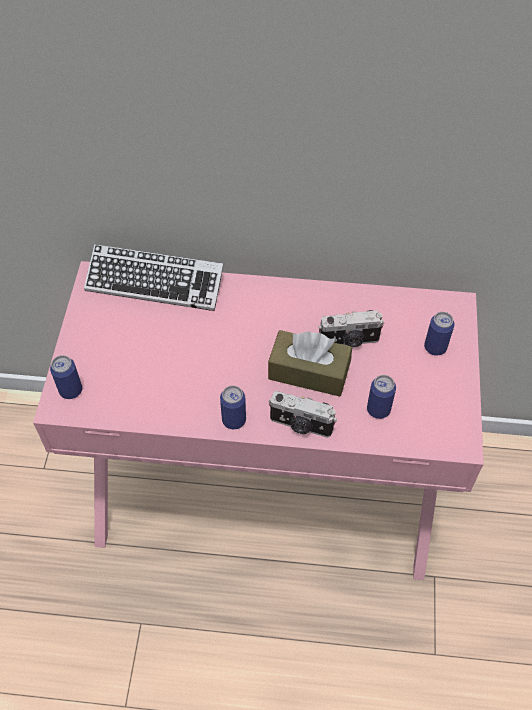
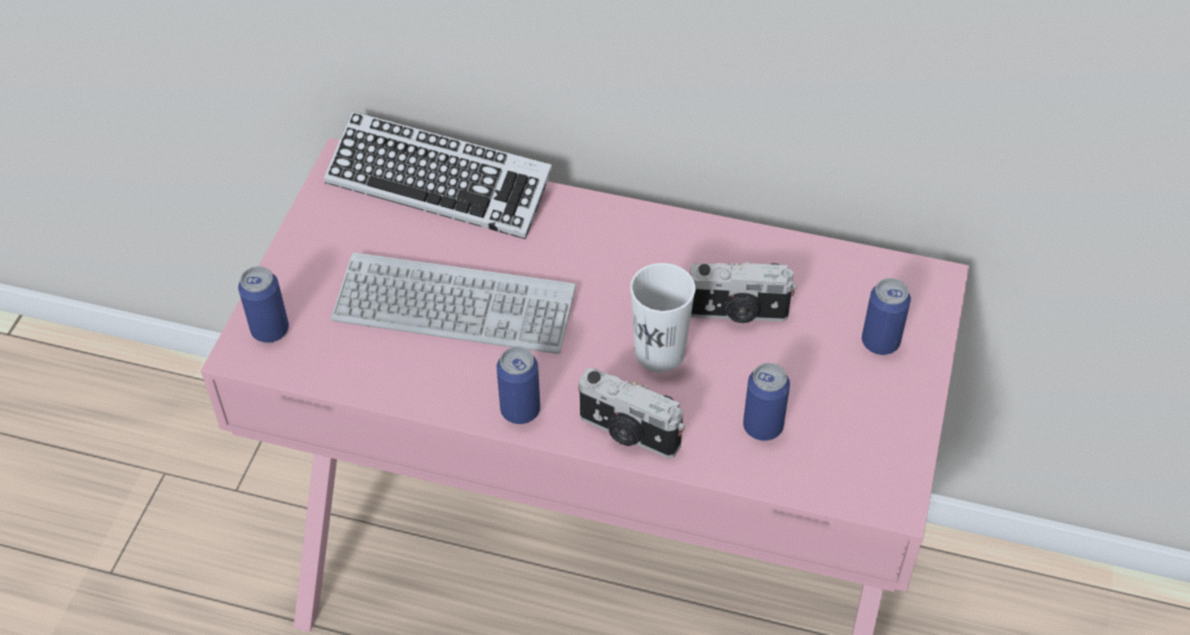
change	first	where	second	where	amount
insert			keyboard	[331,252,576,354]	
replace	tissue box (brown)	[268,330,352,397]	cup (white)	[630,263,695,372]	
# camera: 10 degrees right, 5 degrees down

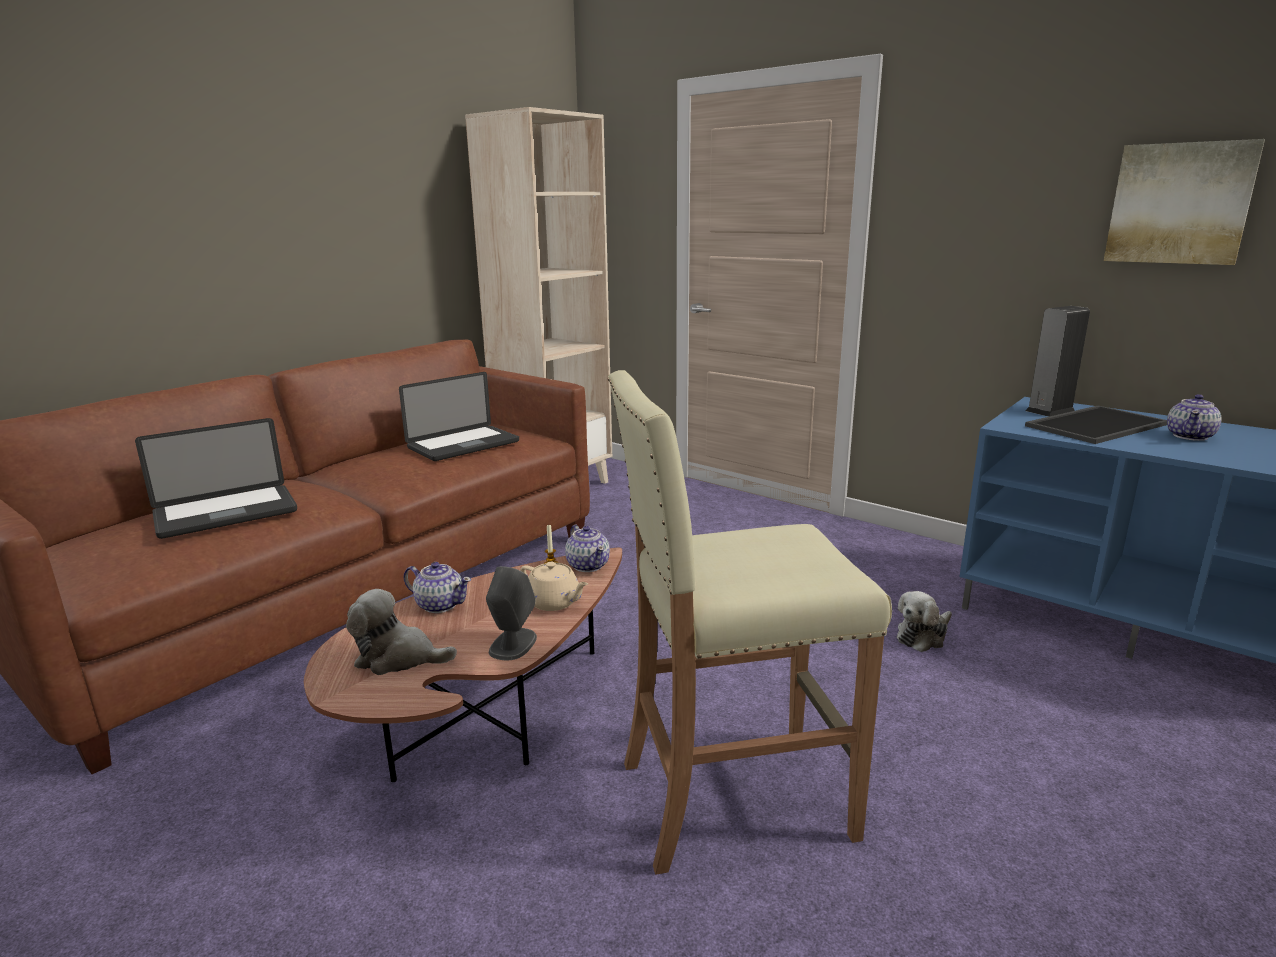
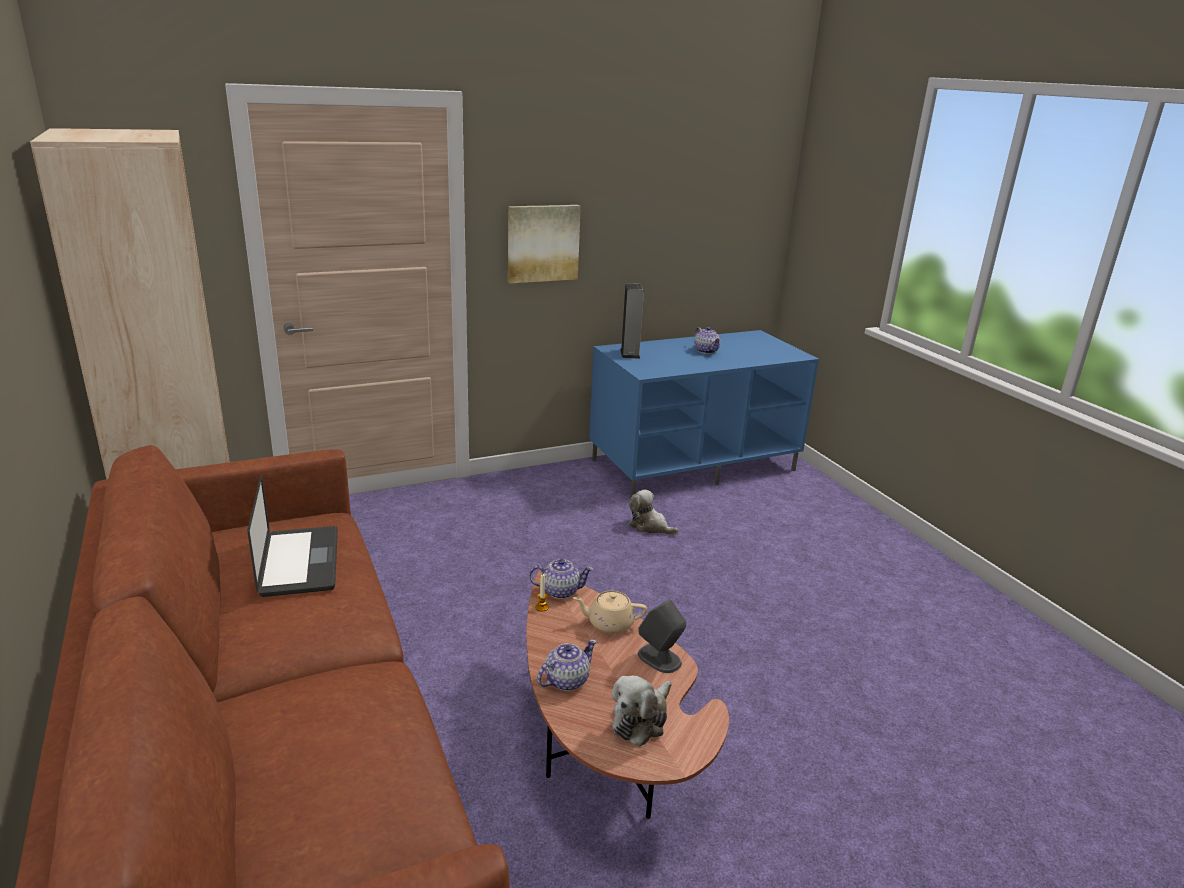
change	first	where	second	where	amount
move	picture	[1104,139,1265,265]		[508,205,581,283]	
rotate	teapot (beige)	[520,562,588,611]		[573,591,647,634]	150 degrees counterclockwise
rotate	plush toy	[897,591,952,652]		[628,490,679,535]	135 degrees clockwise
delete	laptop	[135,418,297,539]			
delete	stool (beige)	[608,370,892,875]			
delete	tray	[1025,406,1167,444]			
# camera: 65 degrees left, 5 degrees up

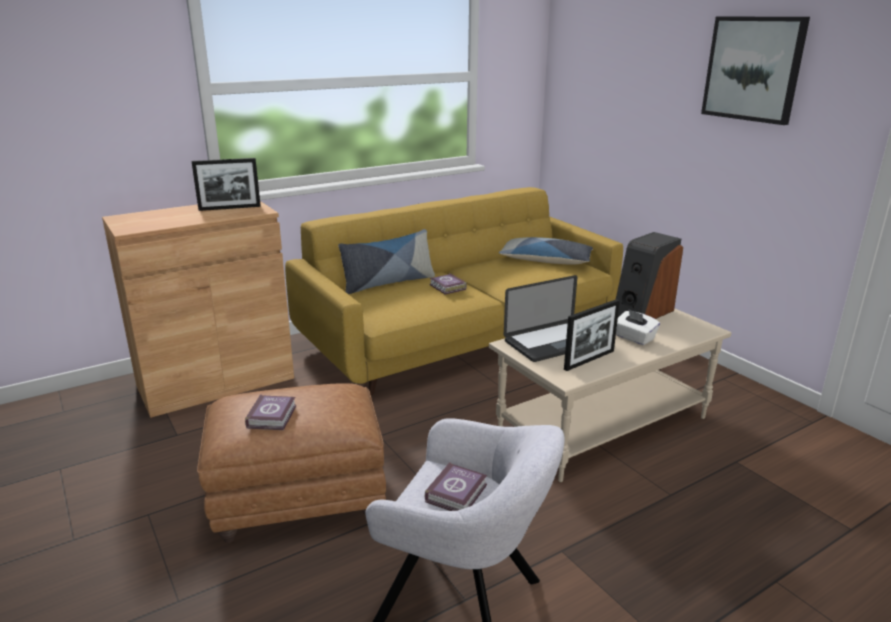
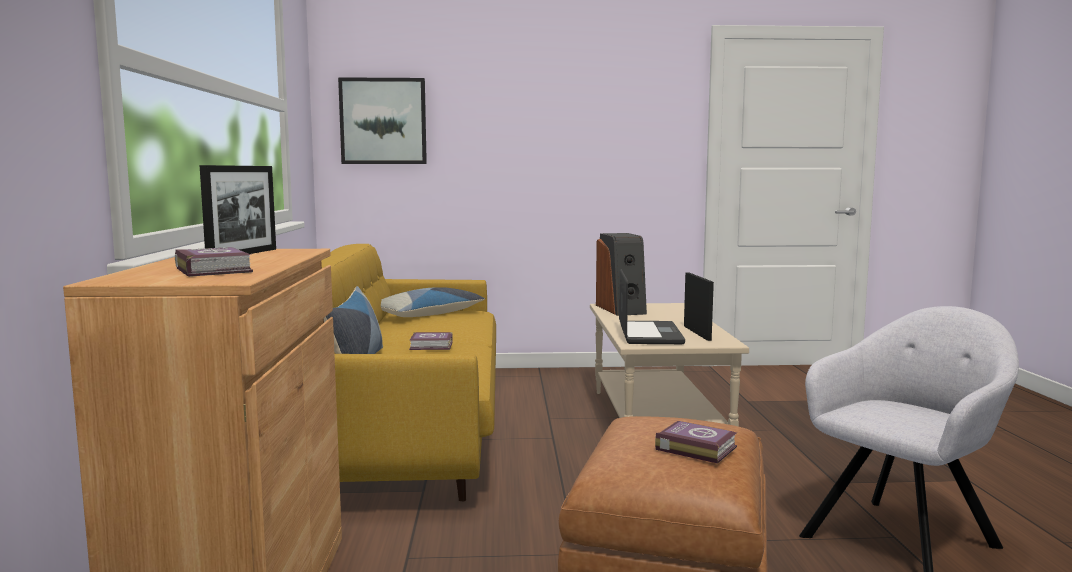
change	first	where	second	where	amount
move	book	[425,462,487,511]		[175,247,253,277]	
move	picture	[701,17,810,125]		[338,77,427,164]	
delete	tissue box (white)	[616,309,660,345]			
# camera: 60 degrees left, 15 degrees down

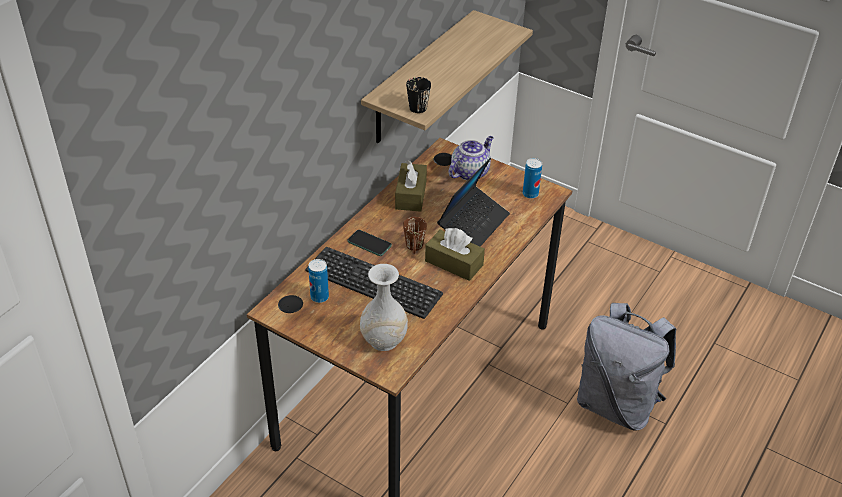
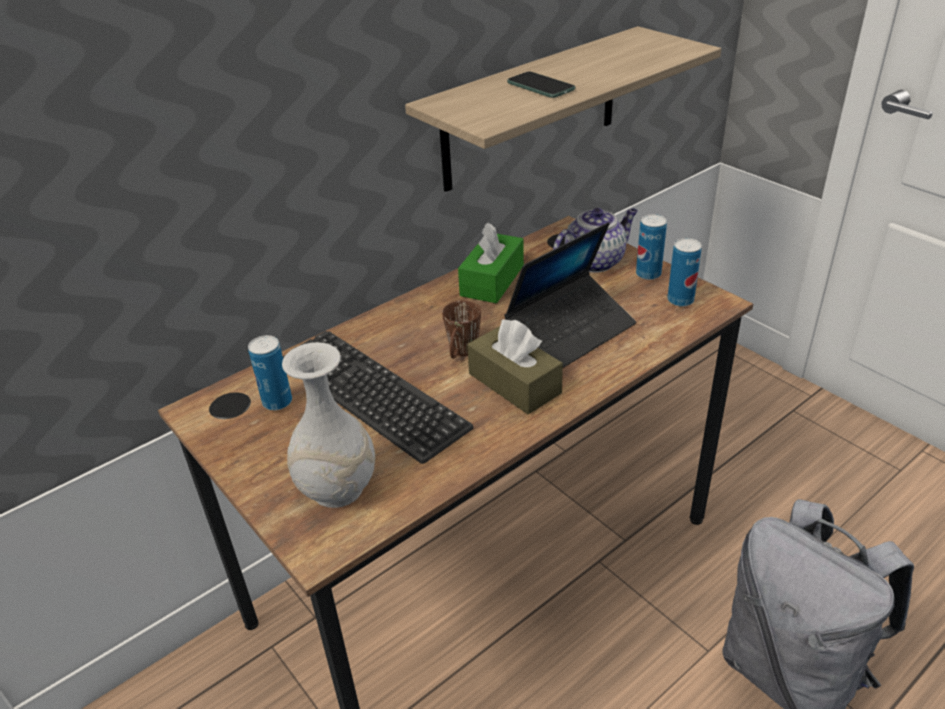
change	first	where	second	where	amount
recolor	tissue box (brown)	[395,160,427,212]	tissue box (green)	[458,223,524,304]	
move	phone	[347,230,392,256]		[507,71,575,98]	
insert			can	[636,214,667,280]	
delete	mug (black)	[406,77,431,113]			
# camera: 20 degrees right, 5 degrees down

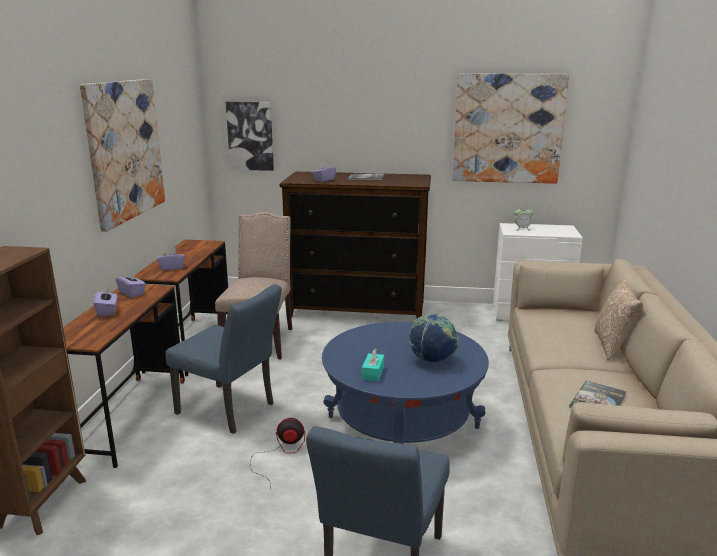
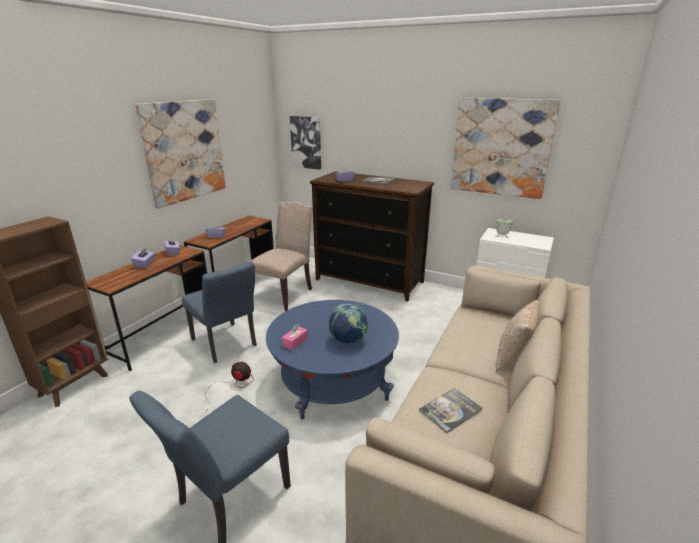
change	first	where	second	where	amount
recolor	tissue box (turquoise)	[362,349,384,381]	tissue box (pink)	[282,324,308,350]	
# camera: 20 degrees right, 5 degrees up

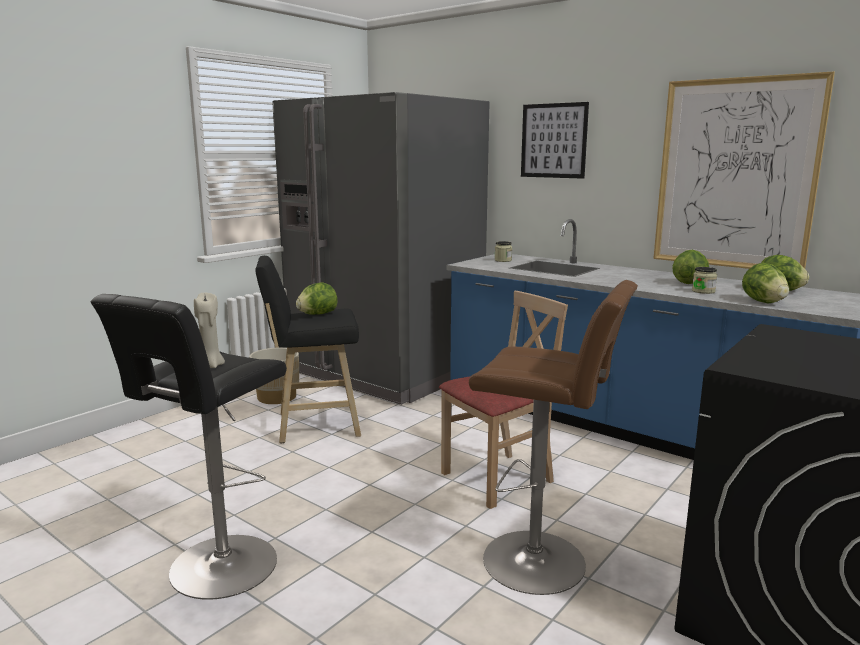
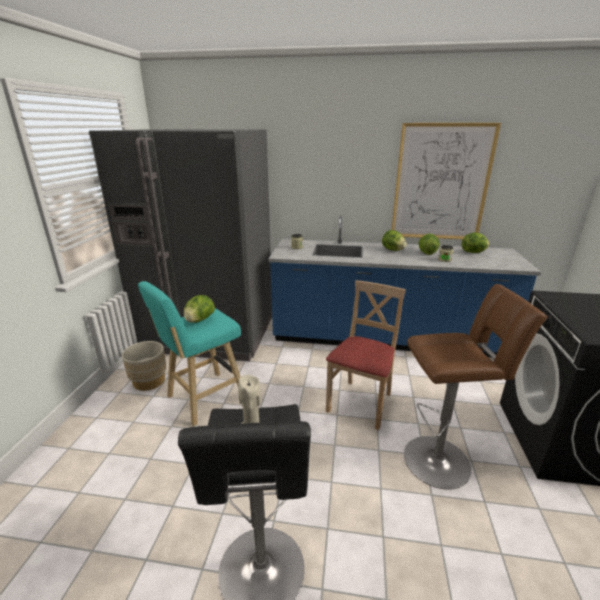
change	first	where	second	where	amount
recolor	stool (black)	[255,256,361,443]	stool (turquoise)	[138,281,241,427]	
move	lettuce	[742,263,789,303]		[382,230,407,251]	
delete	picture	[521,102,589,179]			
# camera: 30 degrees left, 10 degrees up

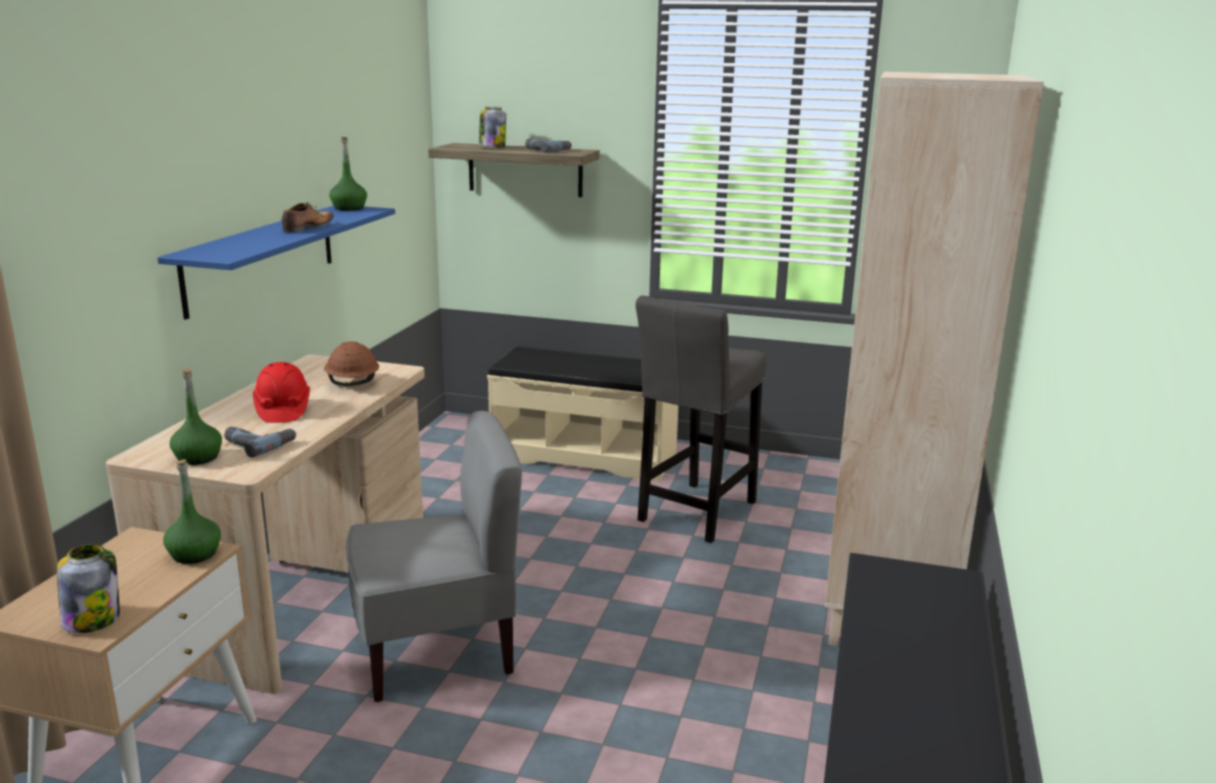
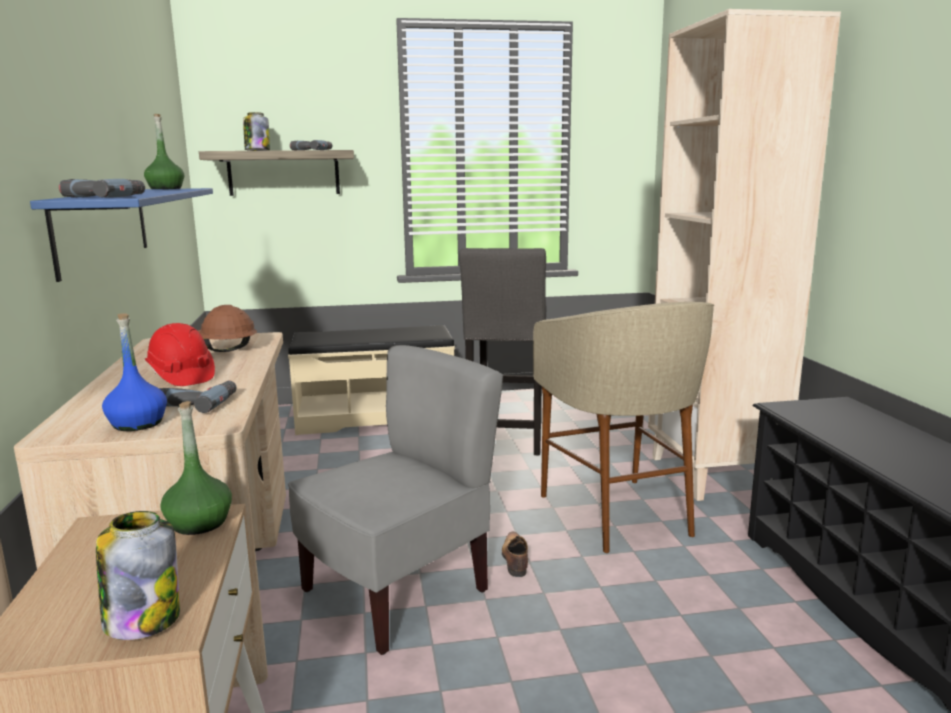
change	first	where	second	where	amount
insert			power drill	[59,179,145,198]	
recolor	bottle (green)	[170,368,222,465]	bottle (blue)	[102,313,167,431]	
move	shoe	[281,202,334,233]		[502,532,528,577]	
insert			stool (beige)	[533,302,714,553]	
# camera: 25 degrees left, 5 degrees down

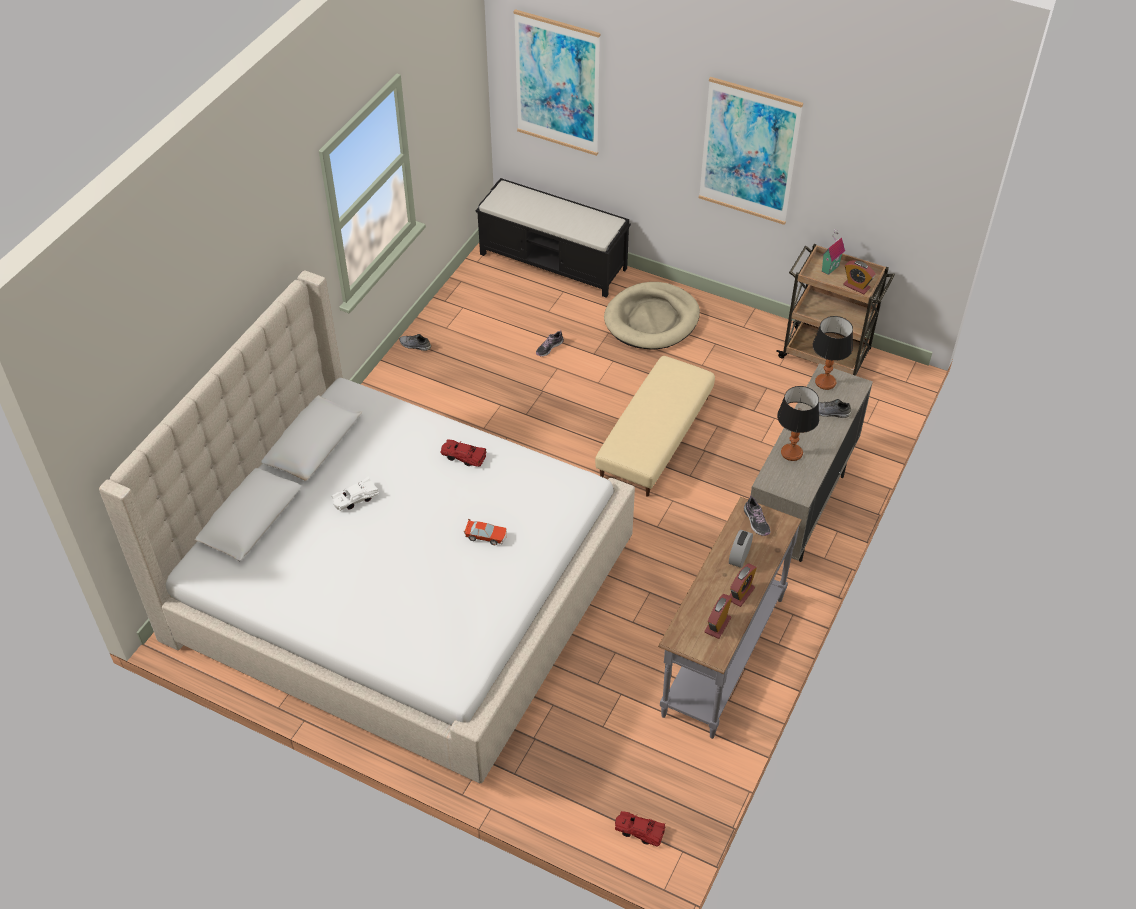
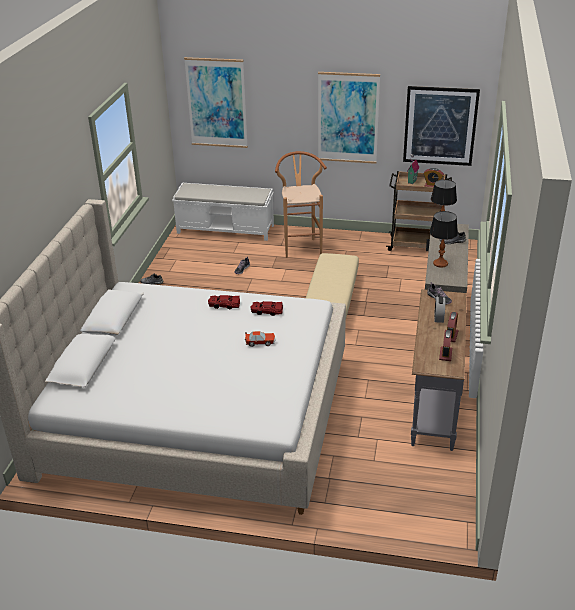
change	first	where	second	where	amount
recolor	bench (black)	[476,178,631,297]	bench (white)	[172,182,274,241]	
move	toy car (red)	[615,811,665,847]		[251,301,283,316]	
replace	dog bed (beige)	[604,282,700,350]	stool (brown)	[275,151,327,258]	
insert			picture	[403,86,480,166]	
delete	toy car (white)	[332,477,379,511]			
# camera: 15 degrees left, 15 degrees down

